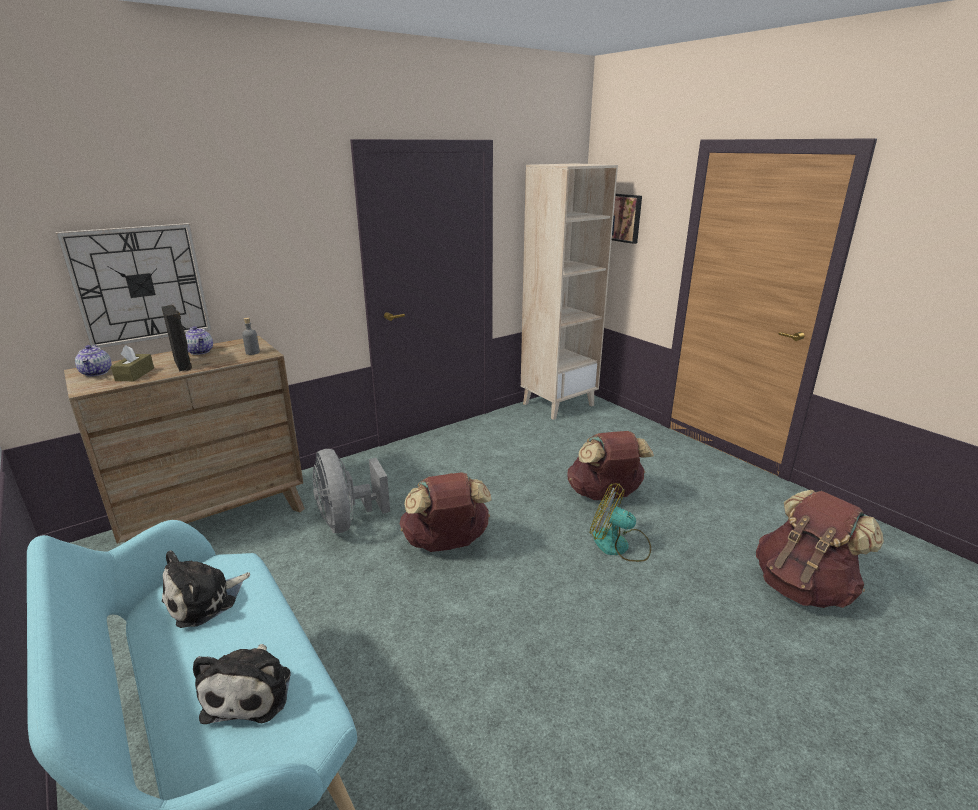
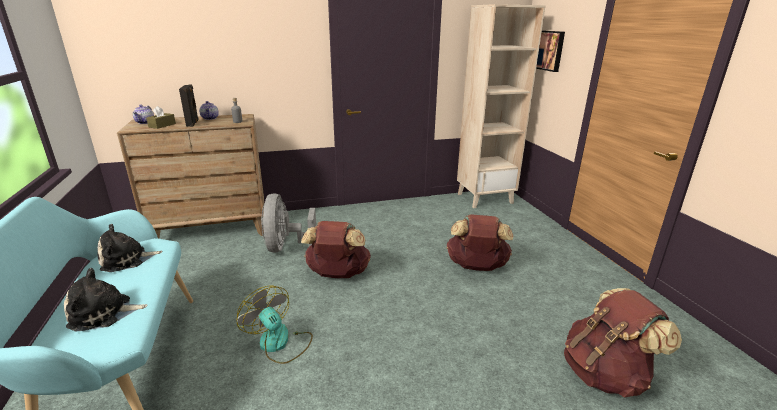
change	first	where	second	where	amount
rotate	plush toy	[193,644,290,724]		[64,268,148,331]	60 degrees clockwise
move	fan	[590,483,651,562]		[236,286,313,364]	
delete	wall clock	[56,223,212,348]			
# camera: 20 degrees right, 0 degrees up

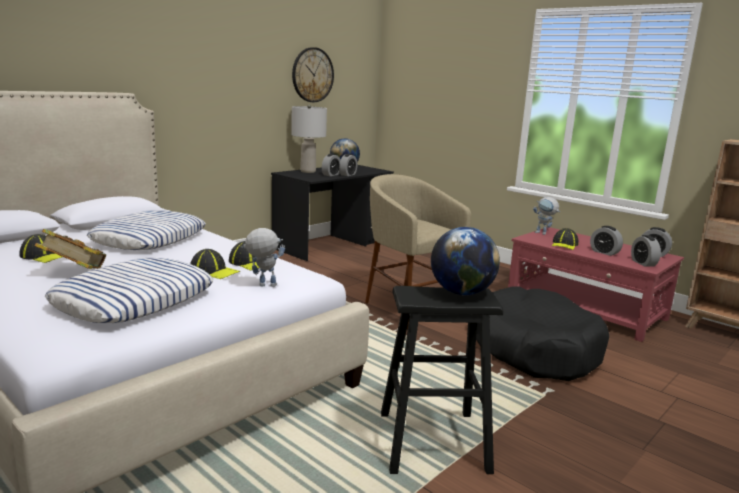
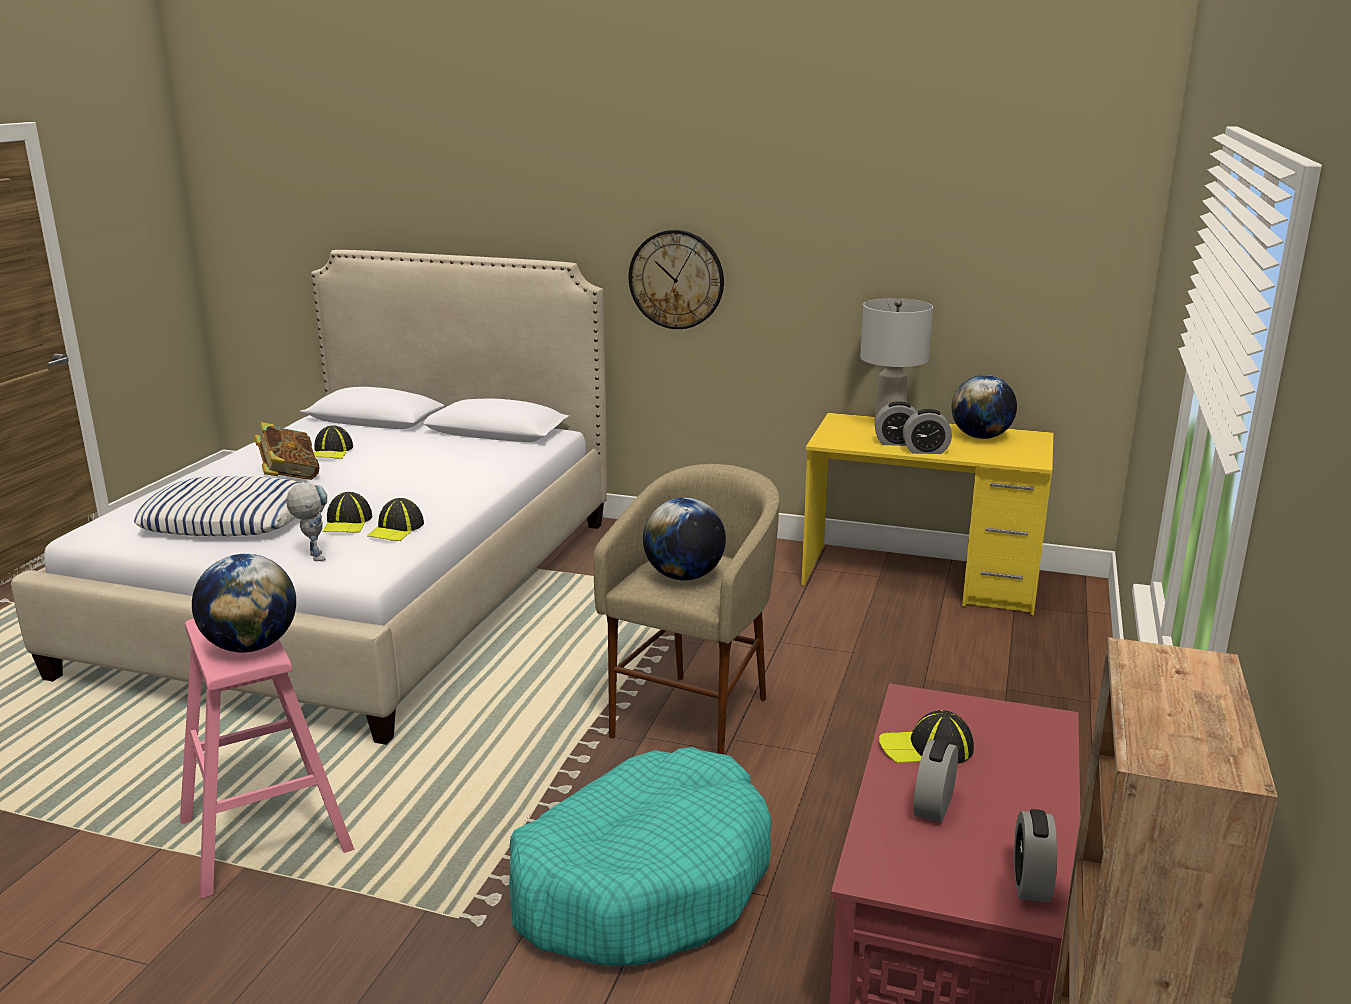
change	first	where	second	where	amount
recolor	stool (black)	[381,286,503,474]	stool (pink)	[180,619,354,899]	
recolor	dog bed (black)	[476,287,609,381]	dog bed (turquoise)	[509,747,772,966]	
move	wall clock	[292,47,334,102]		[629,230,724,329]	
insert			globe	[643,497,726,581]	
recolor	desk (black)	[271,165,394,261]	desk (yellow)	[801,413,1054,615]	
delete	pillow	[87,210,206,250]			
delete	toy robot	[533,197,560,235]			
delete	alarm clock	[631,235,661,267]			
# camera: 65 degrees right, 5 degrees up

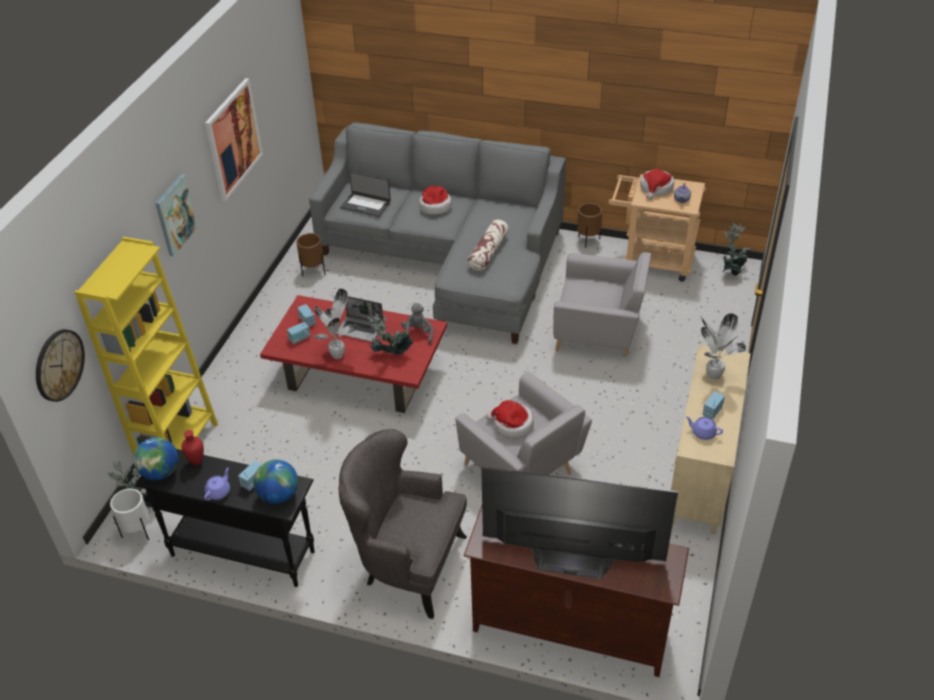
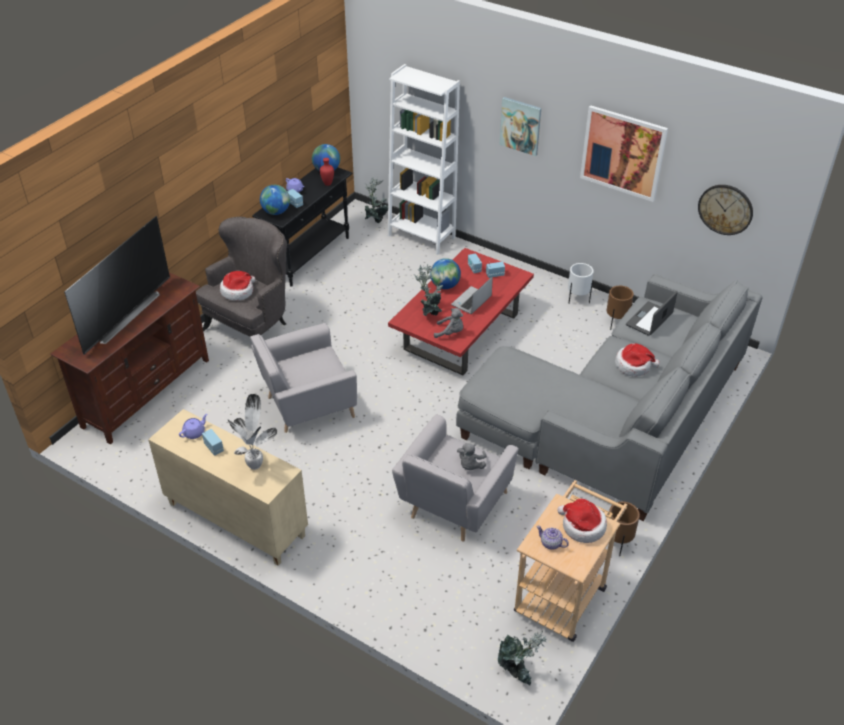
change	first	where	second	where	amount
move	hat	[486,400,534,439]		[220,271,256,301]	
recolor	bookcase (yellow)	[75,237,218,457]	bookcase (white)	[388,64,460,255]	
replace	potted plant	[314,289,357,359]	globe	[430,258,461,289]	
insert			plush toy (grey)	[457,443,487,470]	
move	planter (white)	[110,488,150,540]		[568,263,594,304]	
move	wall clock	[36,329,85,402]		[698,185,753,235]	
delete	pillow	[467,219,509,271]			
# camera: 105 degrees right, 0 degrees up

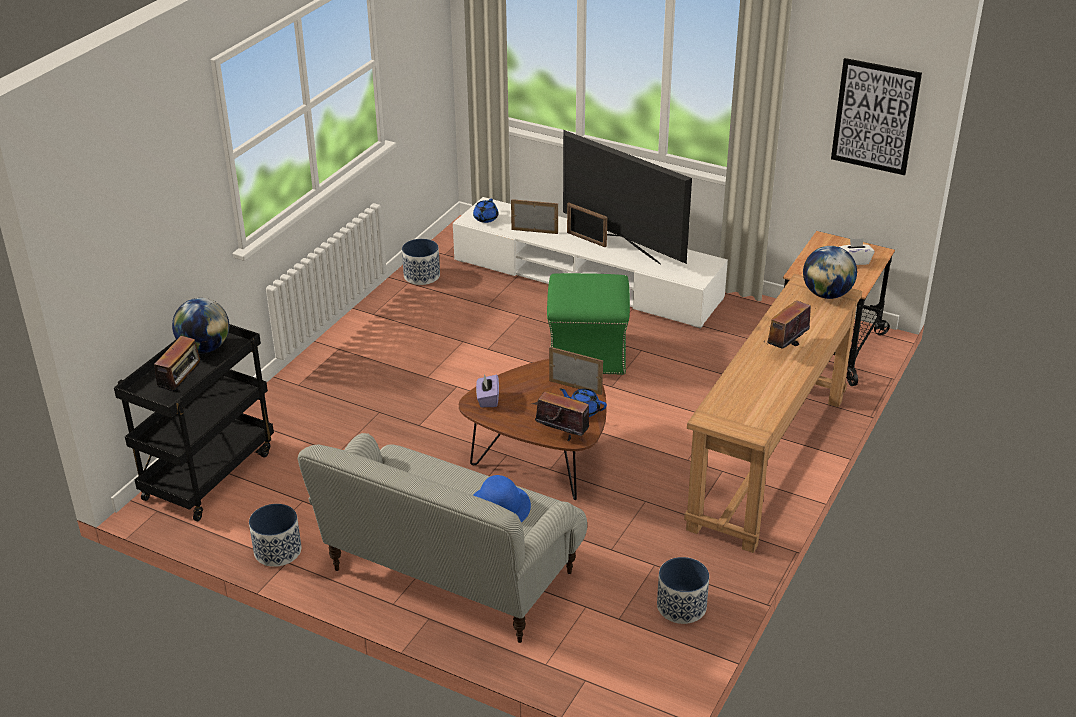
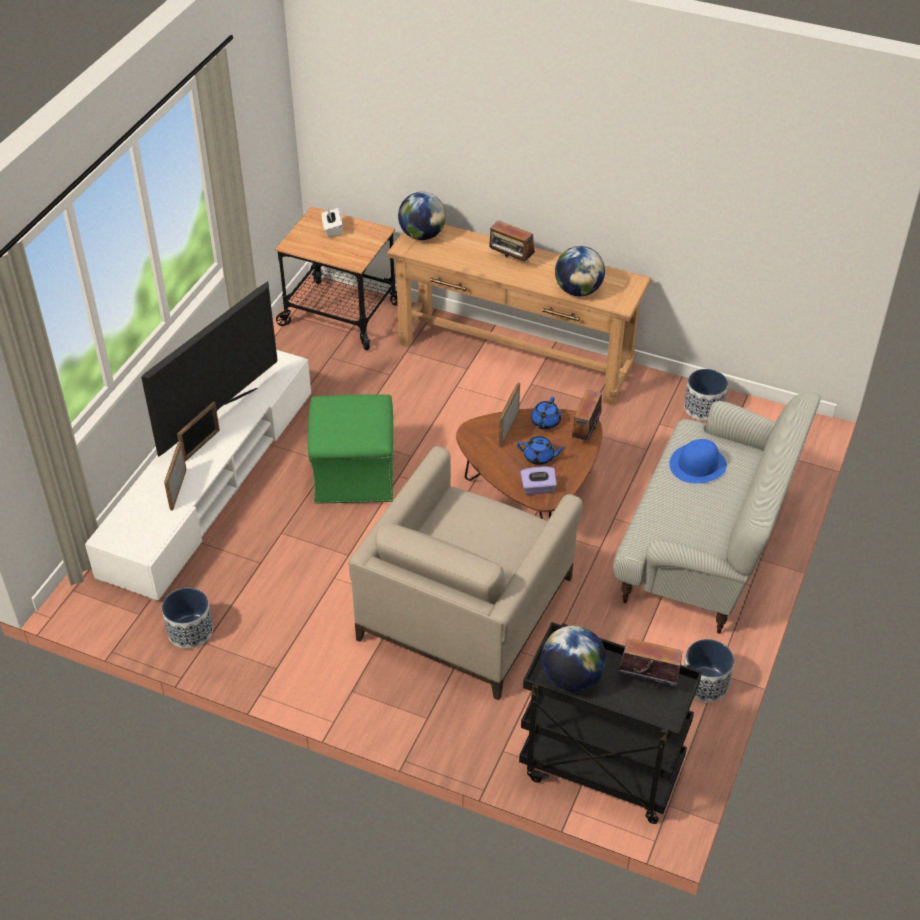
change	first	where	second	where	amount
insert			armchair (beige)	[349,446,583,700]	
move	teapot (blue)	[473,199,499,223]		[517,436,566,465]	
insert			globe	[555,246,605,296]	
delete	picture	[831,58,922,175]			
# camera: 95 degrees left, 10 degrees up

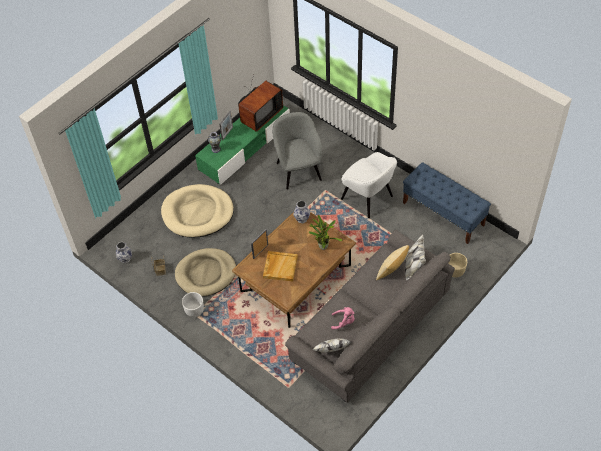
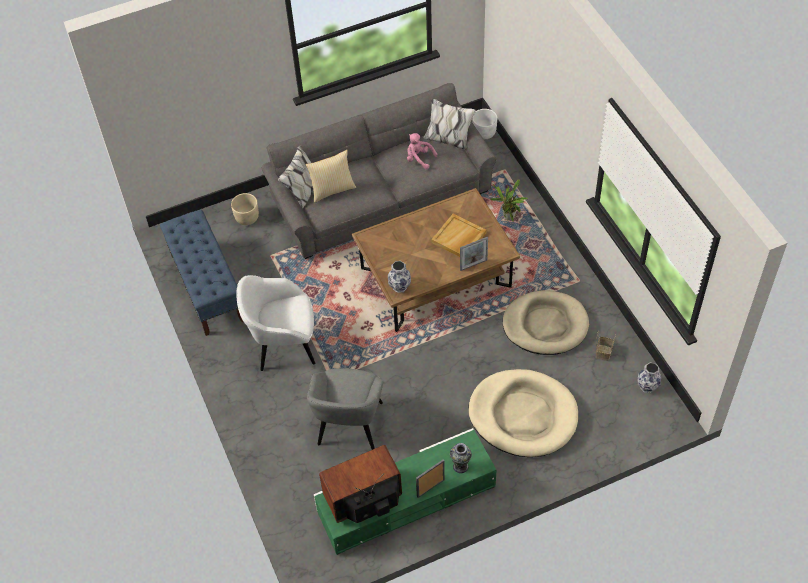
change	first	where	second	where	amount
rotate	armchair (white)	[341,152,397,218]		[236,275,315,371]	75 degrees counterclockwise
move	planter (white)	[182,292,204,317]		[472,109,497,139]	
move	potted plant	[309,215,342,250]		[490,179,528,222]	
# camera: 155 degrees left, 0 degrees up

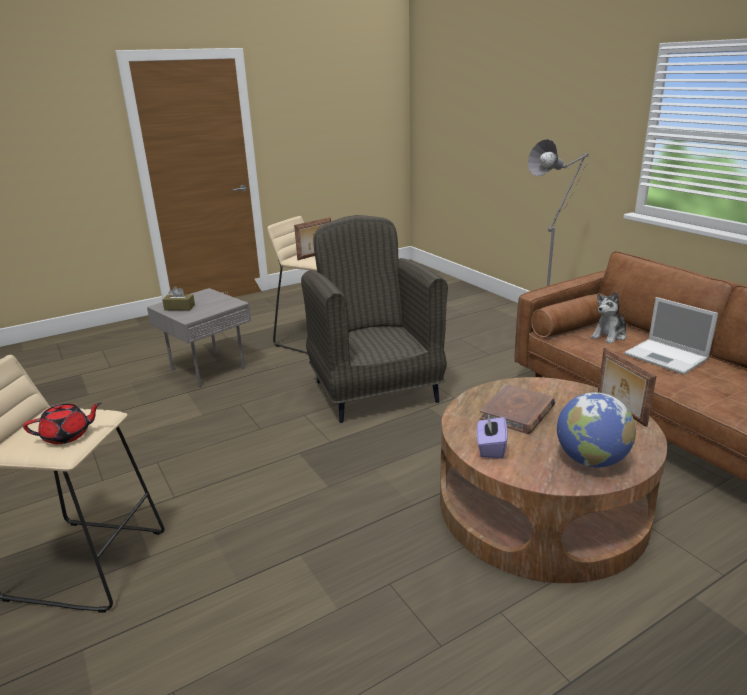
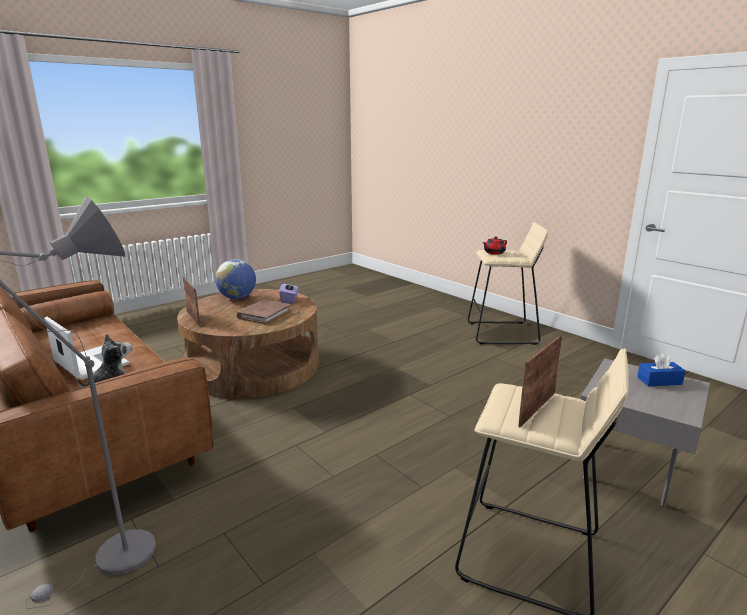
change	first	where	second	where	amount
recolor	tissue box (brown)	[162,286,195,311]	tissue box (blue)	[637,352,686,386]	
delete	armchair (grey)	[301,215,448,423]			
# camera: 170 degrees right, 5 degrees down

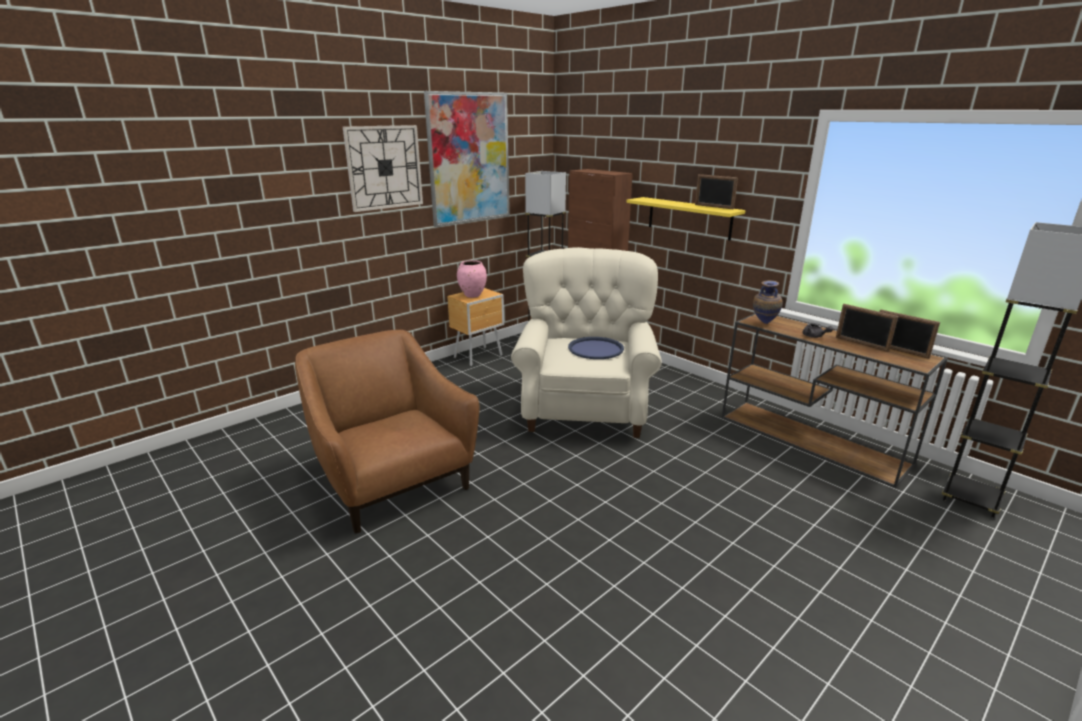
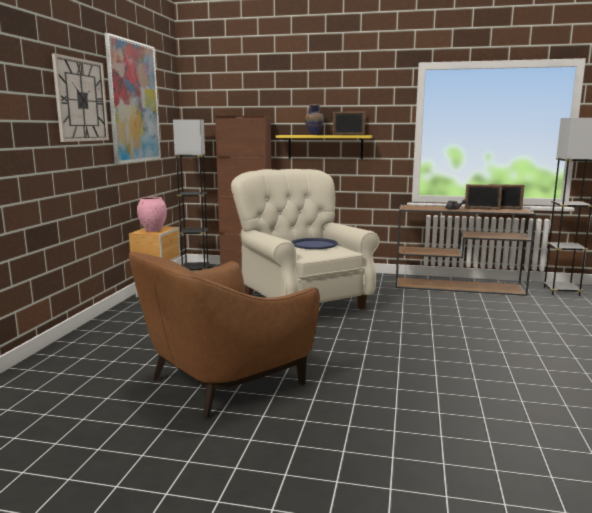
change	first	where	second	where	amount
rotate	armchair (brown)	[295,330,480,533]		[129,252,320,419]	60 degrees counterclockwise
move	vase	[753,281,783,324]		[305,104,324,135]	
# camera: 35 degrees left, 10 degrees down

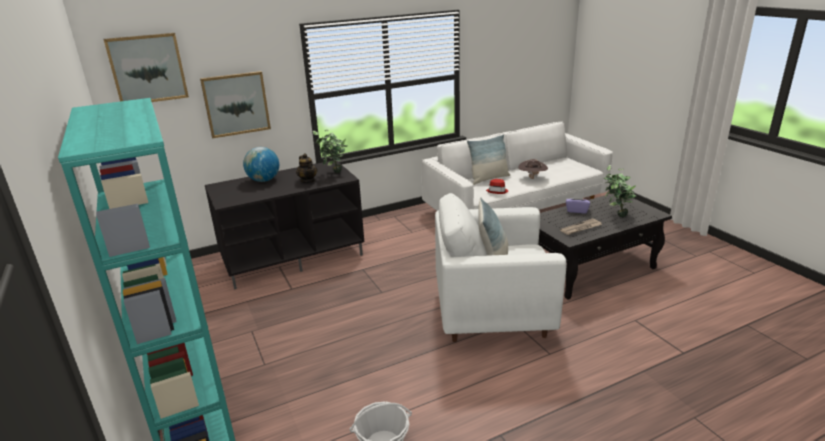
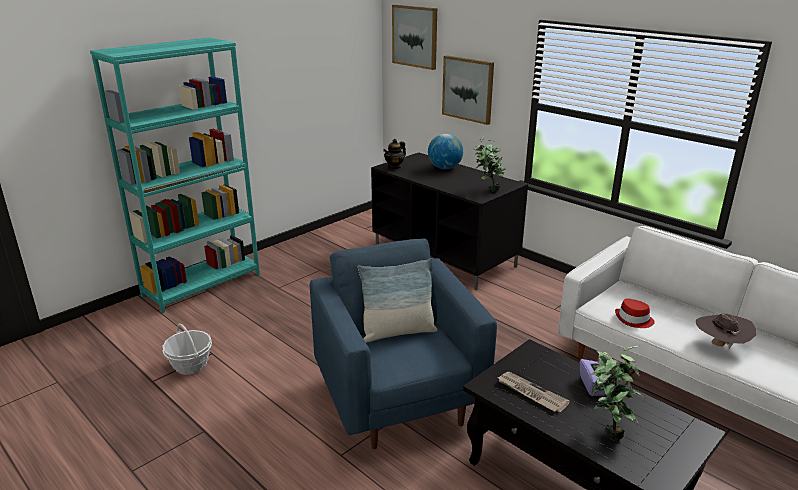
change	first	where	second	where	amount
recolor	armchair (white)	[435,193,566,342]	armchair (blue)	[310,238,497,449]	
move	teapot	[296,154,317,183]		[383,139,406,169]	
delete	pillow	[467,134,510,185]			
# camera: 70 degrees right, 0 degrees up

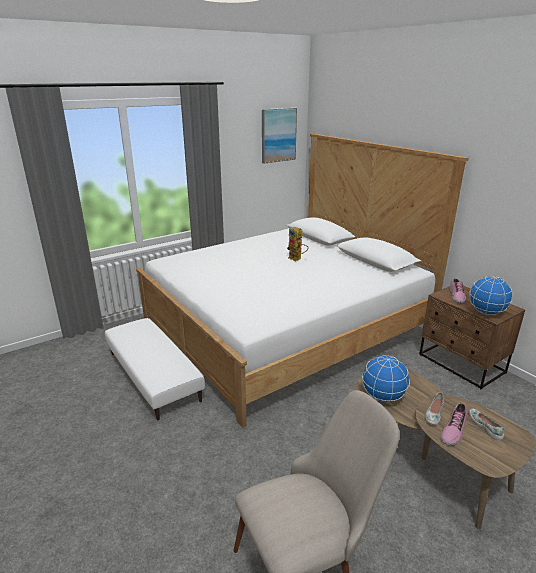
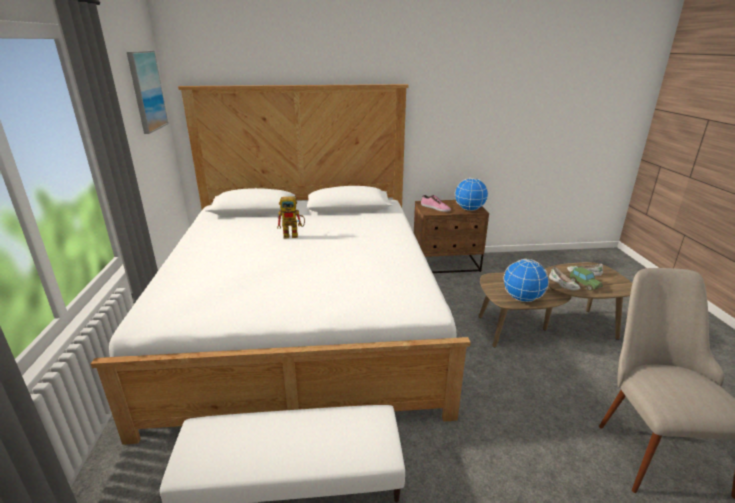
change	first	where	second	where	amount
replace	shoe	[441,403,467,446]	toy car	[569,267,603,291]	
# camera: 60 degrees left, 0 degrees up

